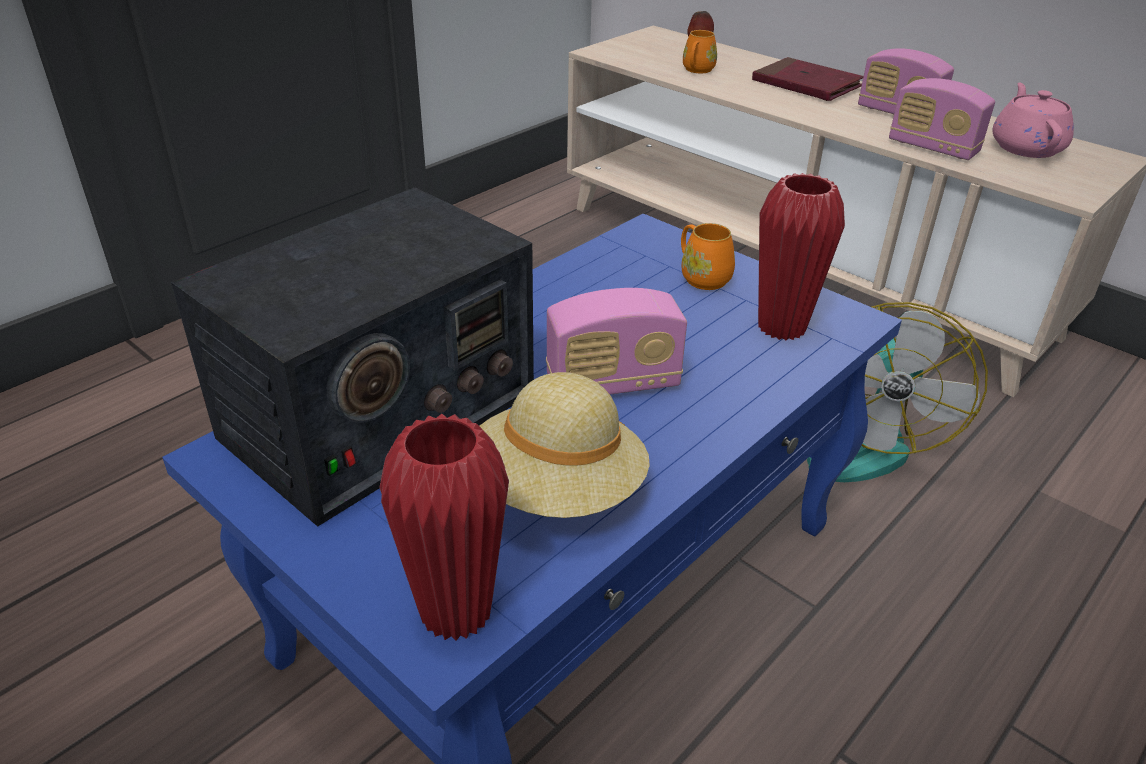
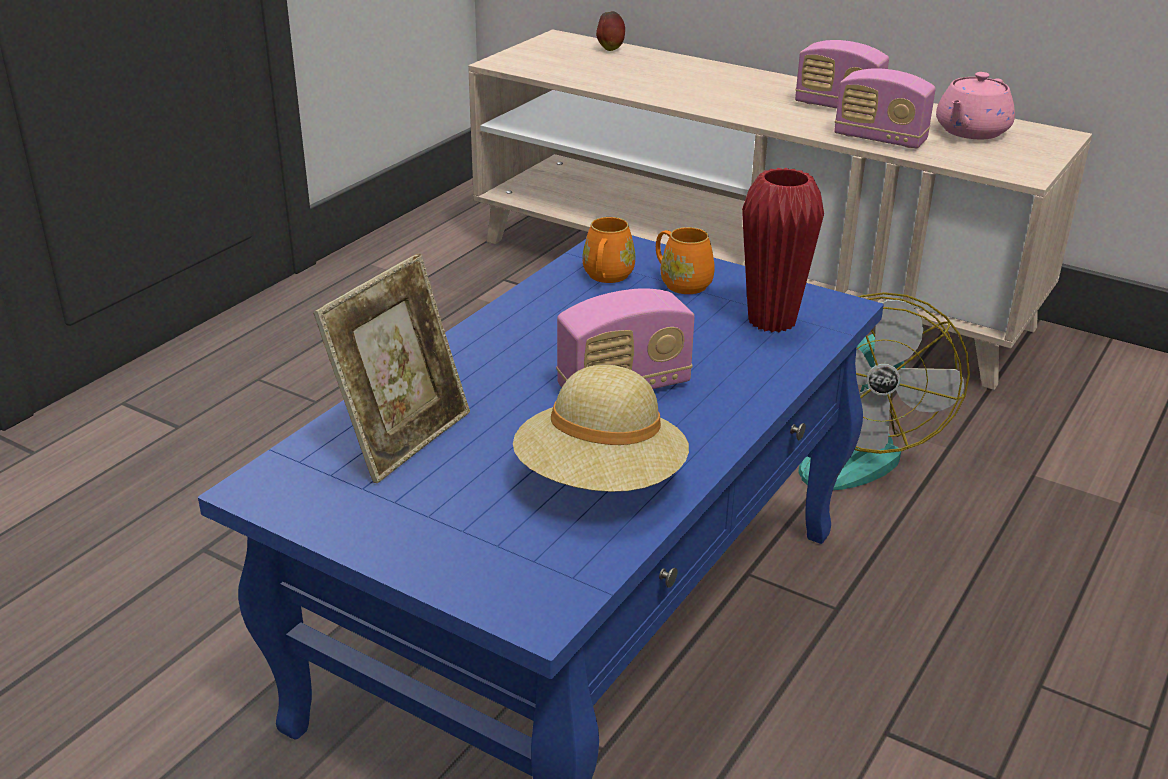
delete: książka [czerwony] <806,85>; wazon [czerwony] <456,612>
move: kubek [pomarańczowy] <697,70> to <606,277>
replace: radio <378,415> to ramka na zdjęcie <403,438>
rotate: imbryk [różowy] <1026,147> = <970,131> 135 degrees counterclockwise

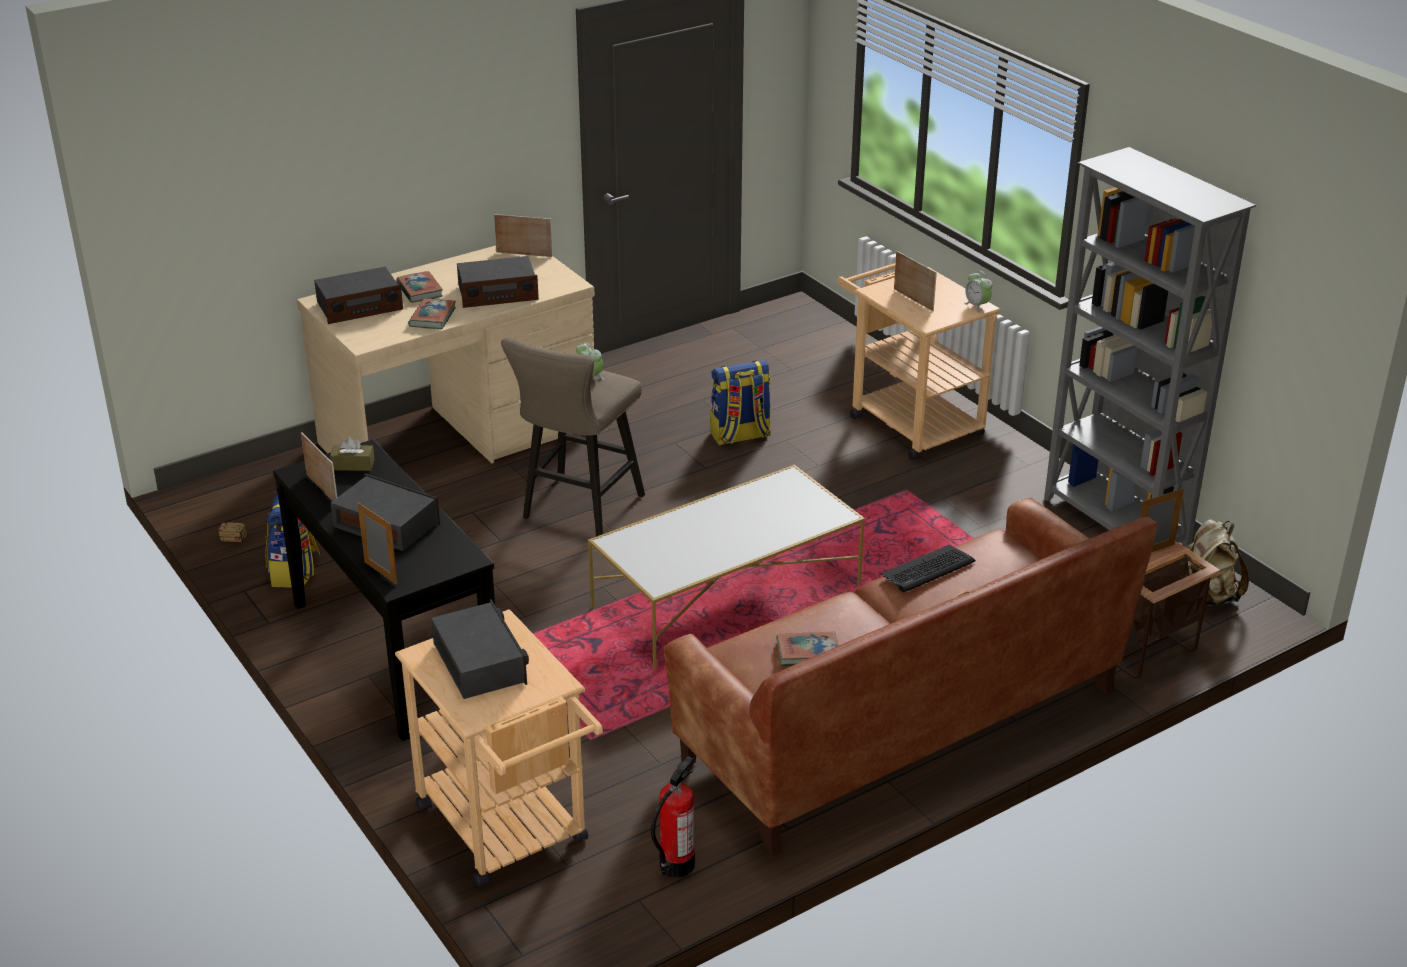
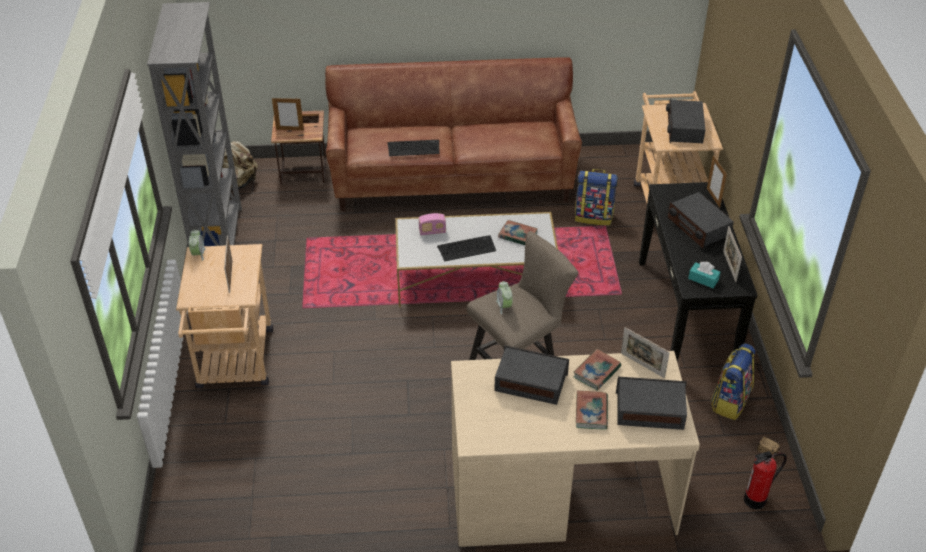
insert: radio <432,231>; klawiatura <467,248>
move: ramka na zdjęcie <524,254> to <642,365>; plecak <740,436> to <594,216>; książka <808,652> to <517,235>; gaśnica <676,865> to <755,500>
recolor: pudełko chusteczek [brązowy] <353,465> to pudełko chusteczek [turkusowy] <703,279>

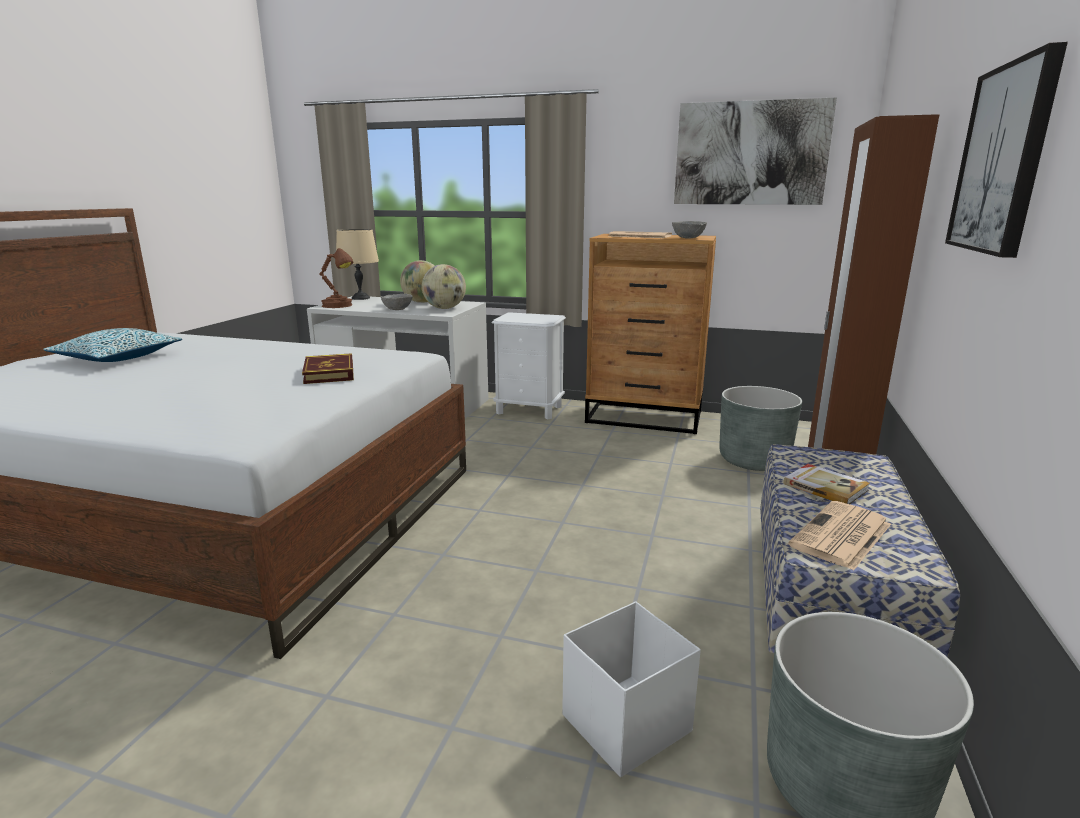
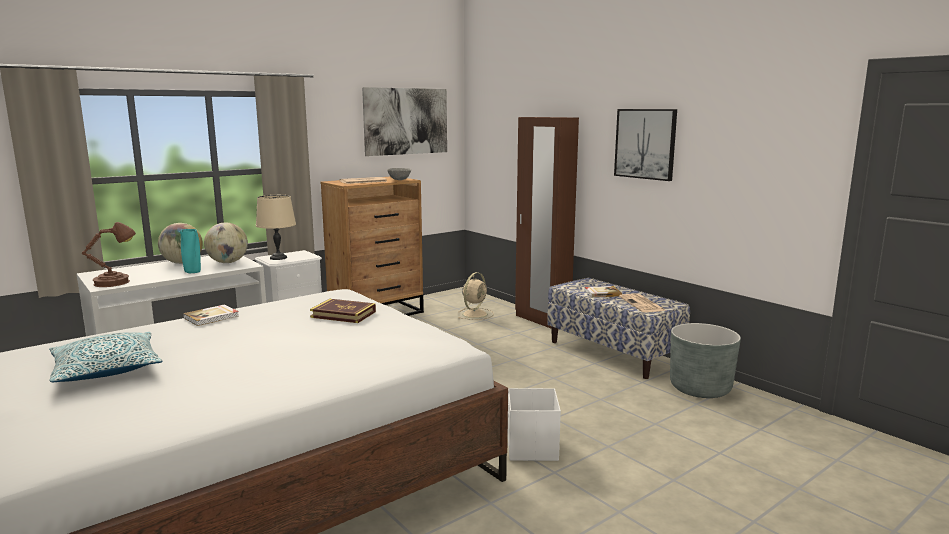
insert: książka <212,317>
move: lampa stołowa [beżowy] <360,298> to <278,258>; pojemnik do przechowywania [biały] <624,724> to <531,448>
replace: miska [szary] <397,310> to wazon [turkusowy] <192,272>; donica [szary] <753,460> to wentylator [beżowy] <475,314>

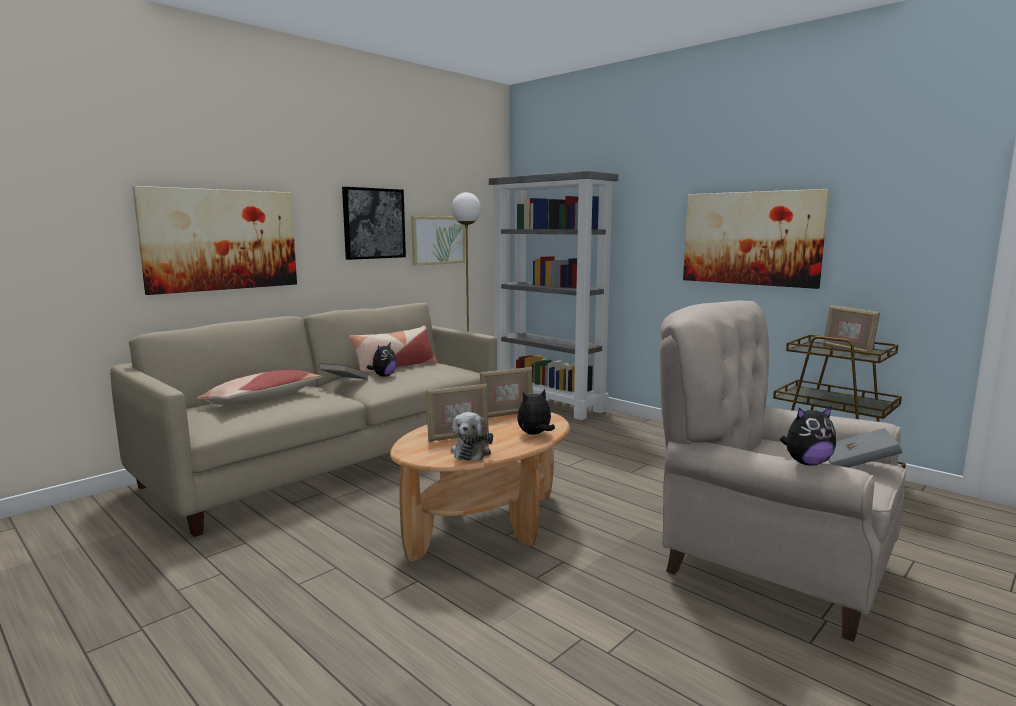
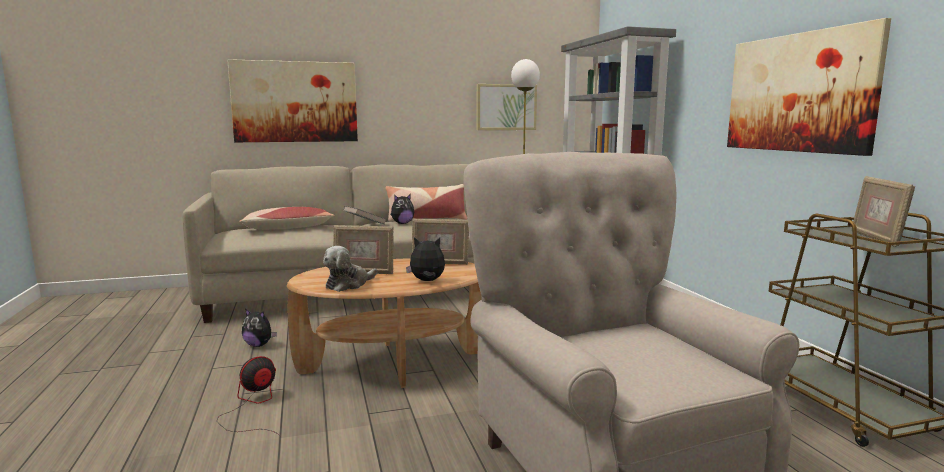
delete: obraz <373,223>; książka [szary] <858,465>
insert: wentylator <253,406>
move: pluszak <806,463> to <259,345>

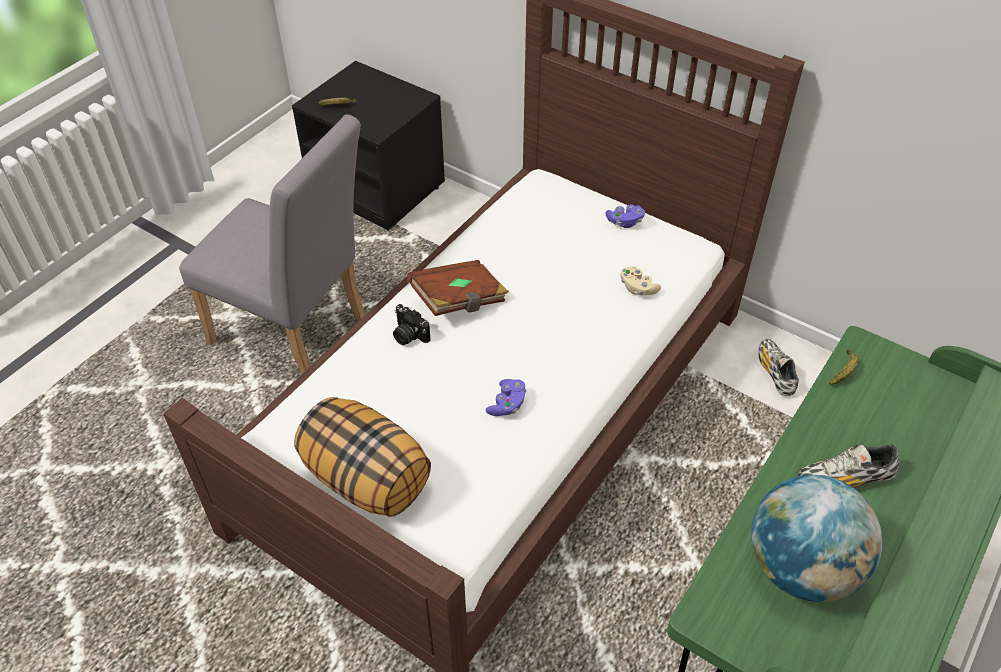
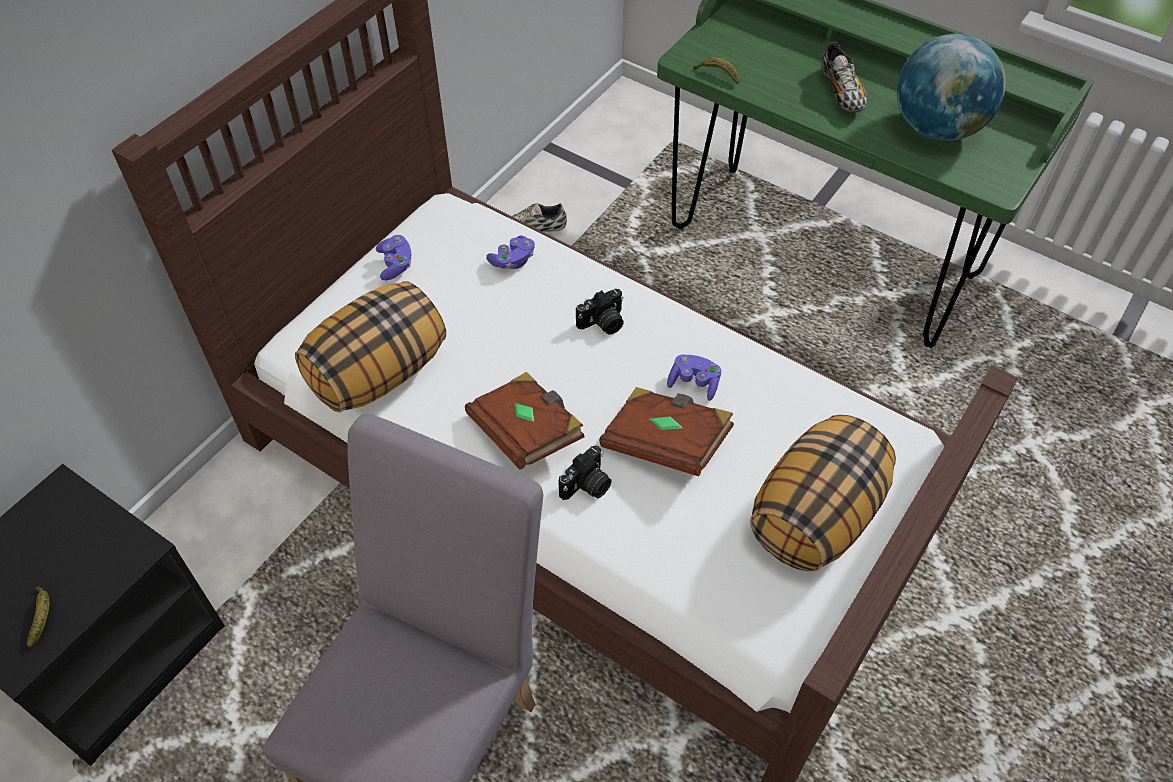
insert: poduszka <379,372>; aparat fotograficzny <603,323>; książka [brązowy] <665,443>
recolor: pad do gier [beżowy] <637,288> to pad do gier [fioletowy] <513,261>

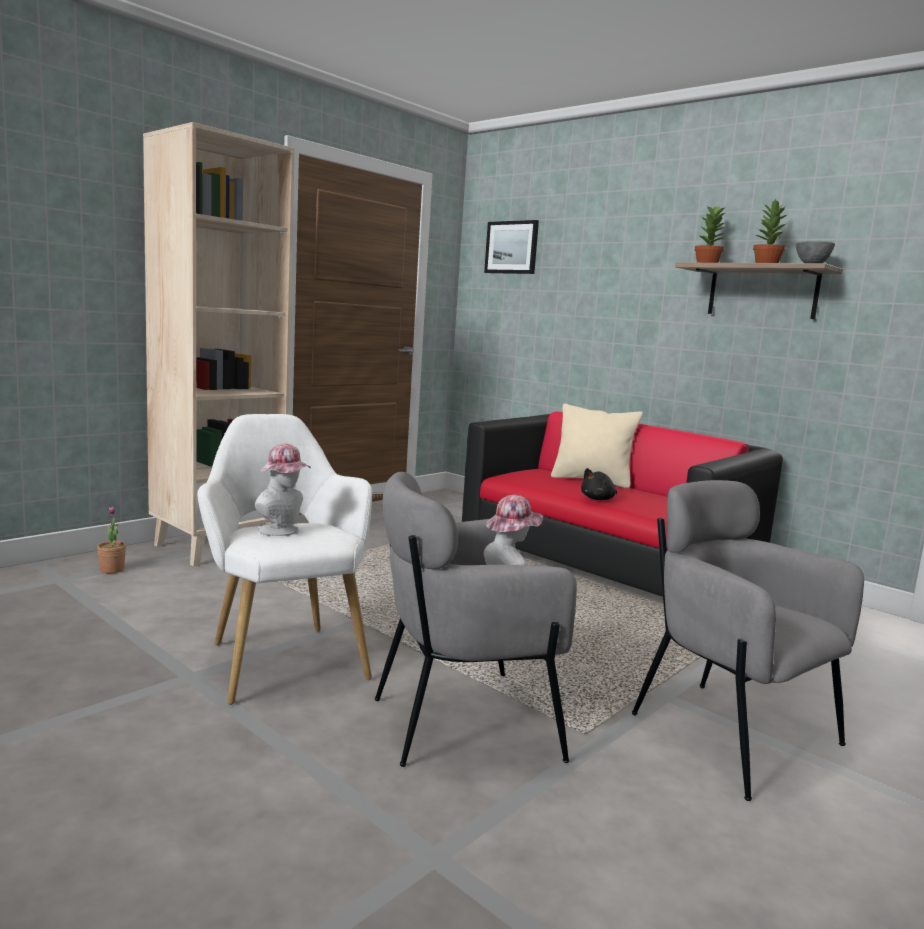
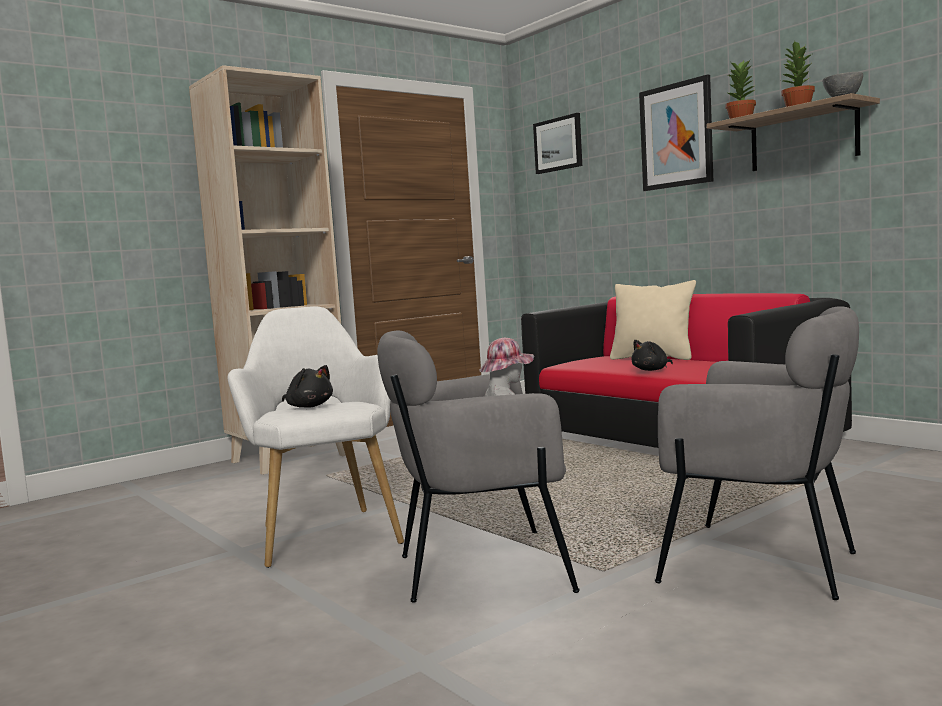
delete: roślina doniczkowa <112,570>
insert: obraz <676,135>
replace: kapelusz <283,531> to pluszak [czarny] <309,406>
rotate: fotel [szary] <729,733> = <760,563> 150 degrees clockwise

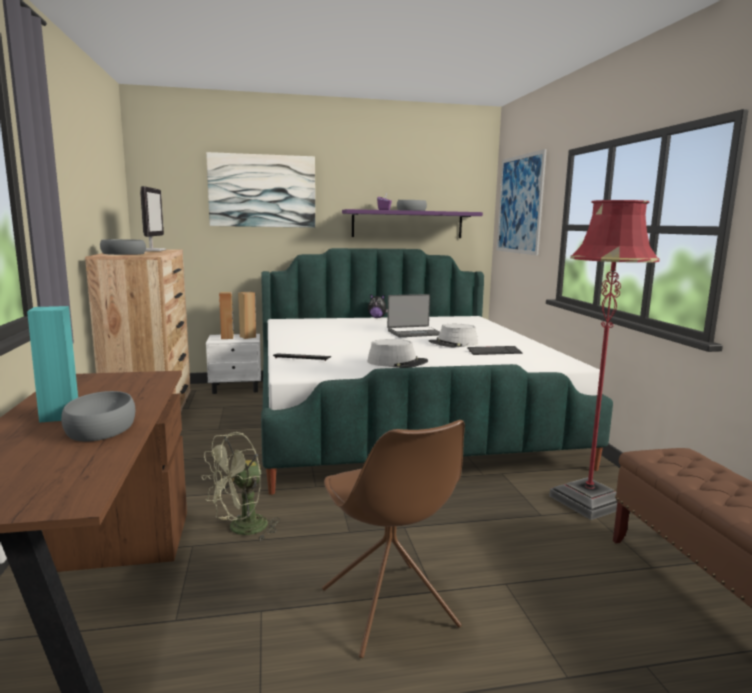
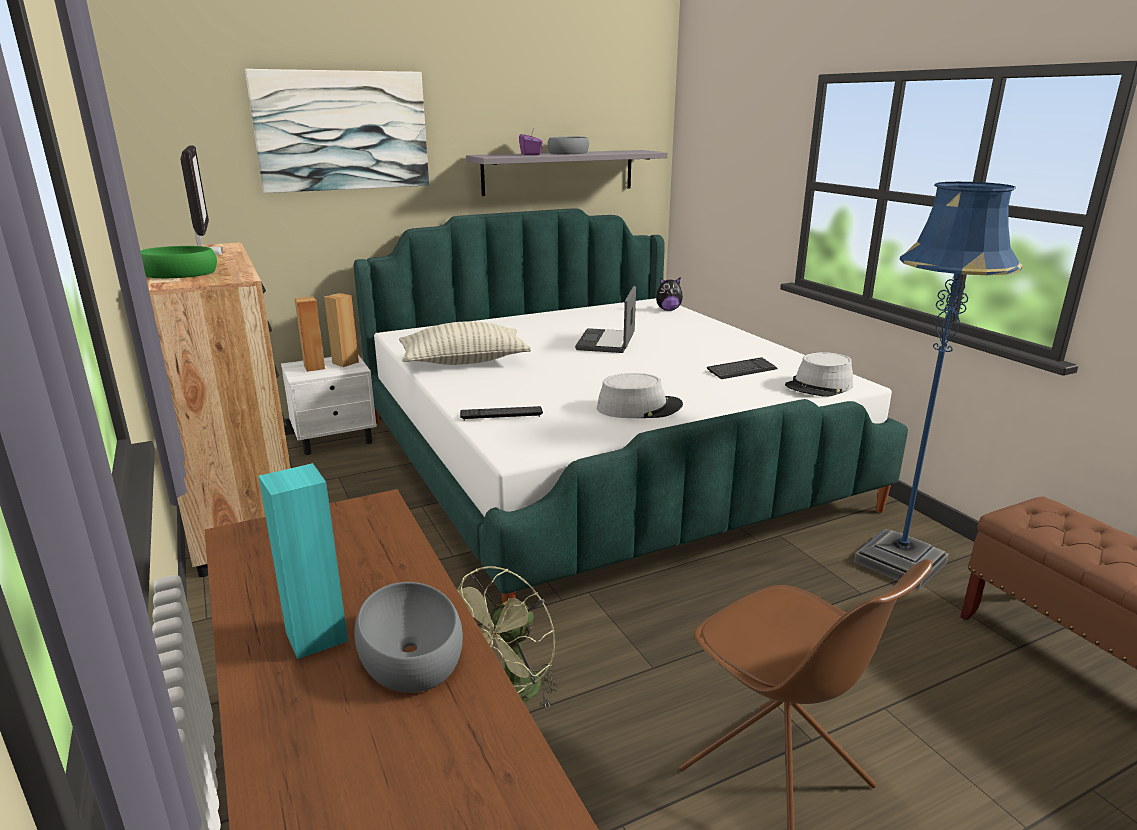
delete: obraz <519,204>
insert: poduszka <464,362>
move: pluszak <377,318> to <668,310>; kapelusz [szary] <453,343> to <819,386>
recolor: lampa stojąca [czerwony] <588,501> to lampa stojąca [niebieski] <900,562>; półka [fioletowy] <407,224> to półka [szary] <559,172>; miska [szary] <124,253> to miska [zielony] <179,273>
rotate: laptop <413,333> = <607,342> 135 degrees clockwise

